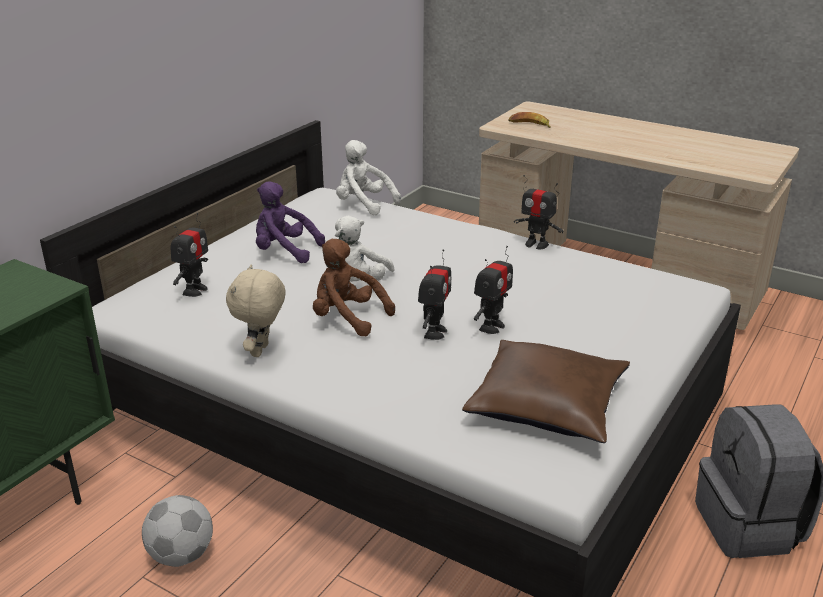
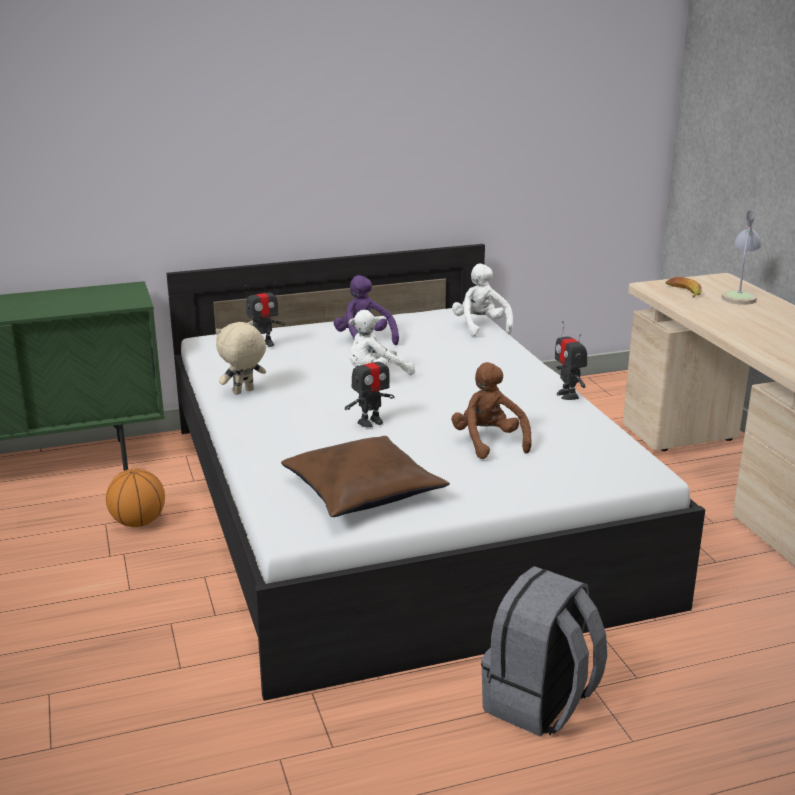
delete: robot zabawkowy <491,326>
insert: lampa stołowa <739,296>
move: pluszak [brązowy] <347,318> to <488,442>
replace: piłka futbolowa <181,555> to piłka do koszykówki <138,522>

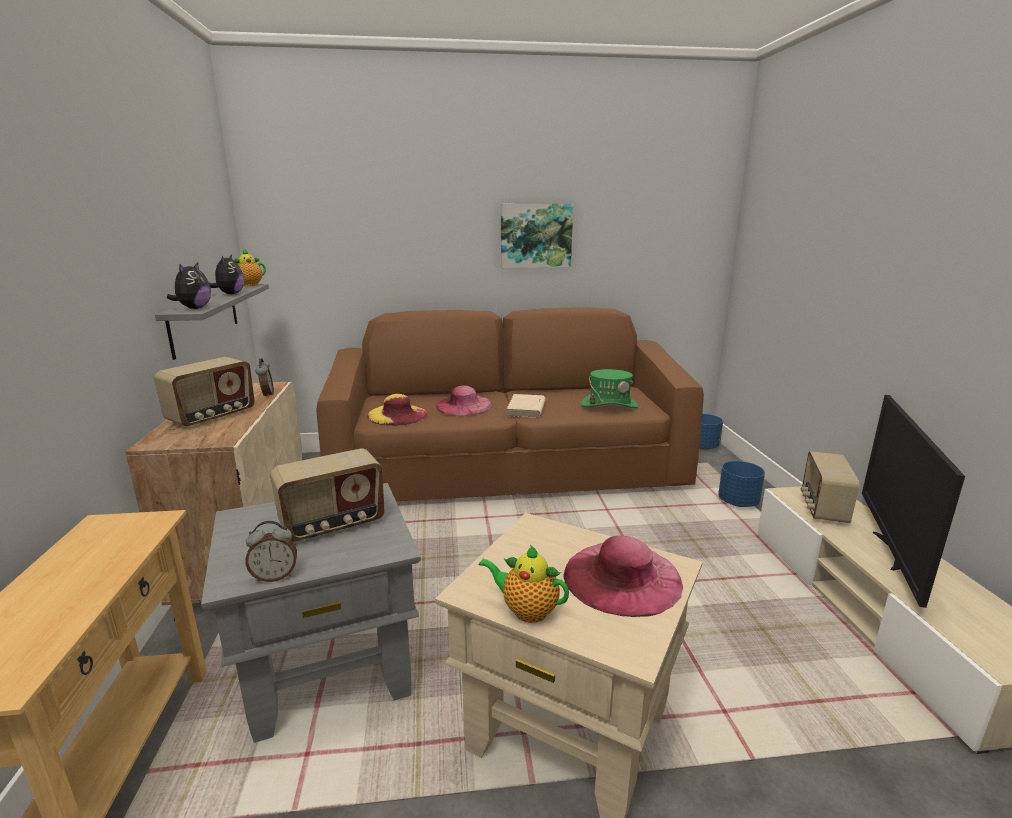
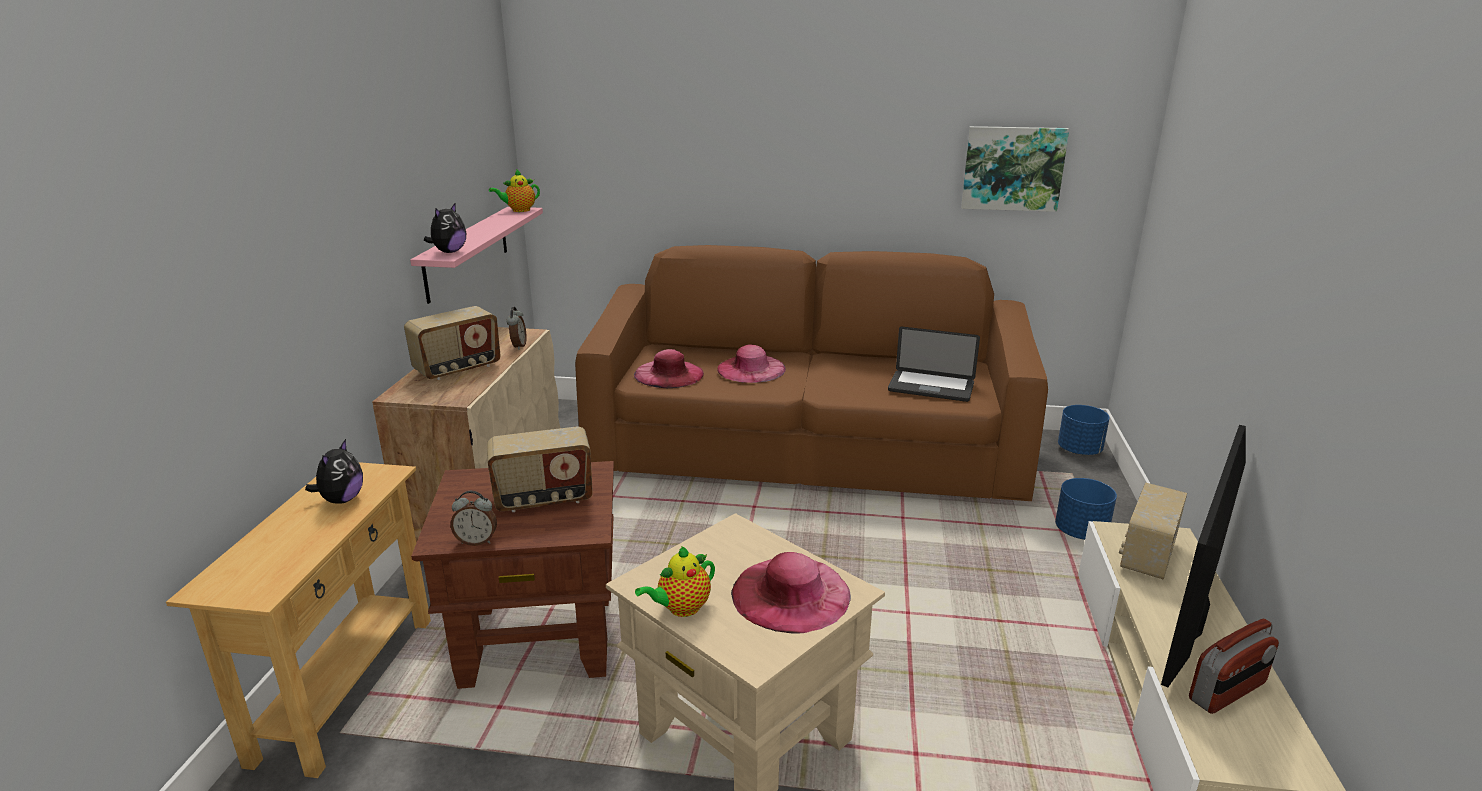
delete: książka [beżowy] <526,409>
insert: radio <1228,692>
move: obraz <536,236> to <1013,168>; pluszak <230,294> to <341,499>
replace: kapelusz [zielony] <609,405> to laptop <931,387>
recolor: półka [szary] <205,318> to półka [różowy] <467,252>; kapelusz [żółty] <397,415> to kapelusz [różowy] <669,374>; stolik [szary] <330,672> to stolik [brązowy] <539,641>
rotate: imbryk <526,610> = <681,608> 75 degrees counterclockwise

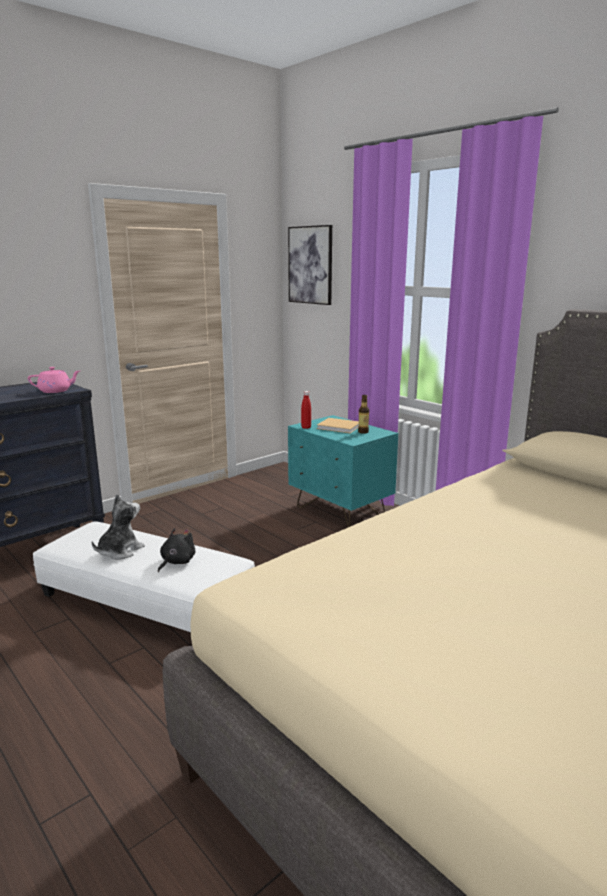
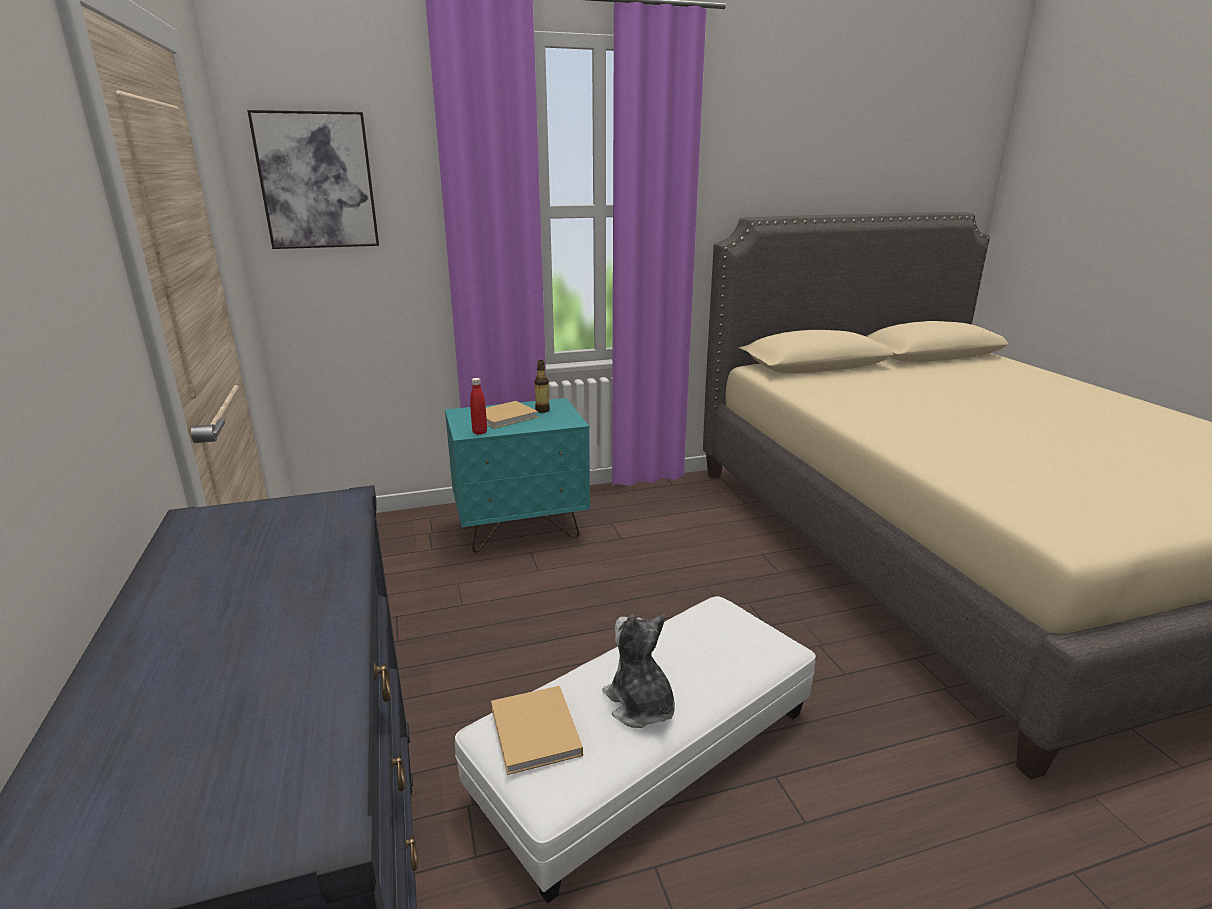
delete: imbryk [różowy] <56,391>; pluszak [czarny] <176,562>
insert: książka [beżowy] <536,733>

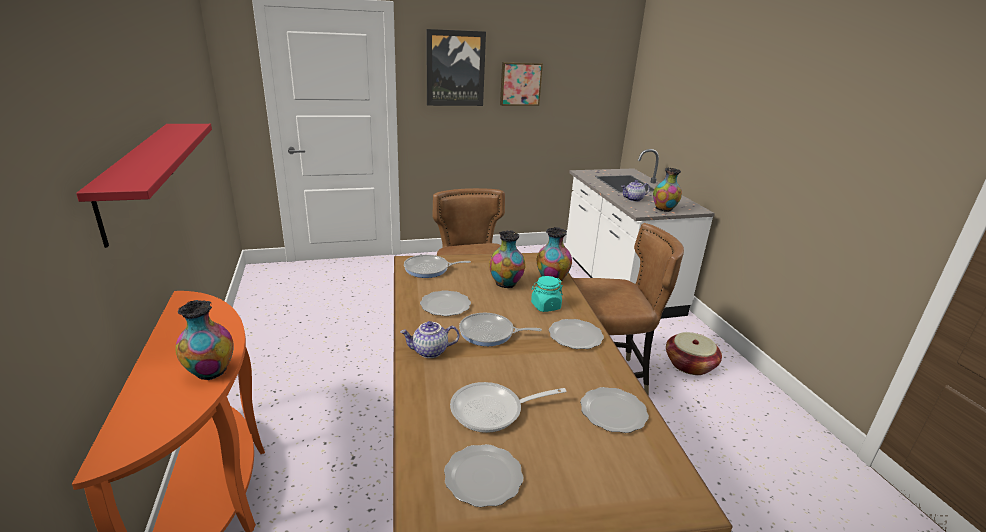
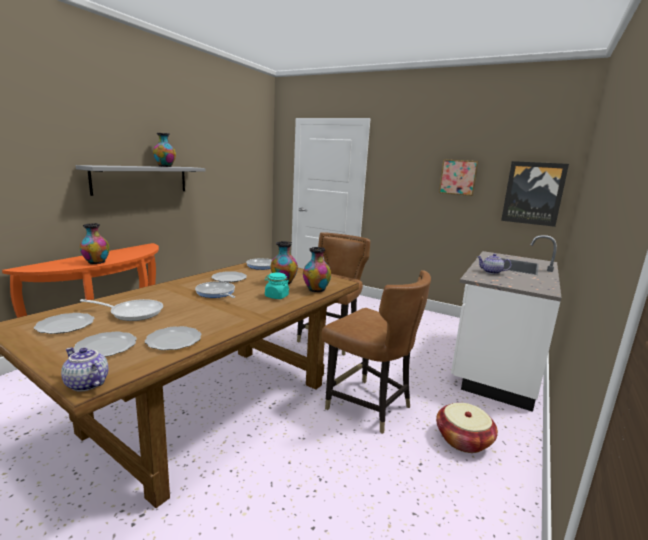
move: obraz <455,68> to <533,193>; wazon <664,209> to <165,166>; talerz <576,336> to <106,347>; imbryk <429,352> to <85,384>
recolor: półka [czerwony] <137,178> to półka [szary] <141,179>
rotate: patelnia <493,411> = <132,312> 150 degrees clockwise

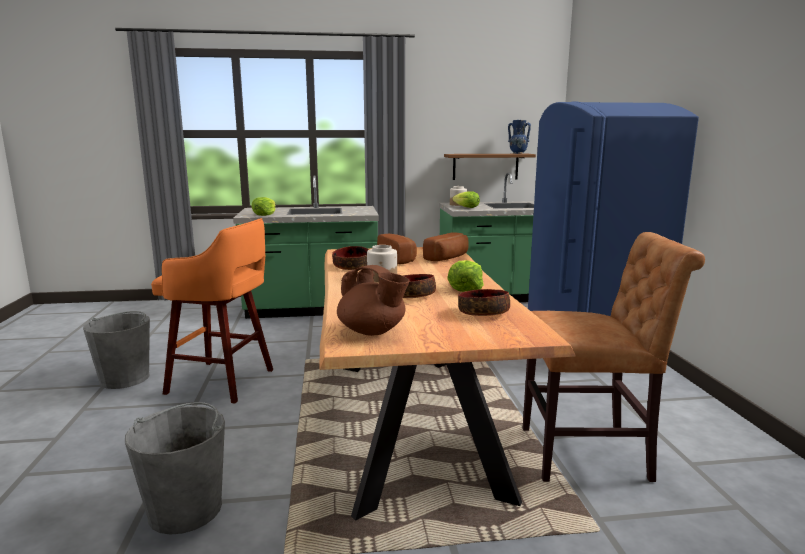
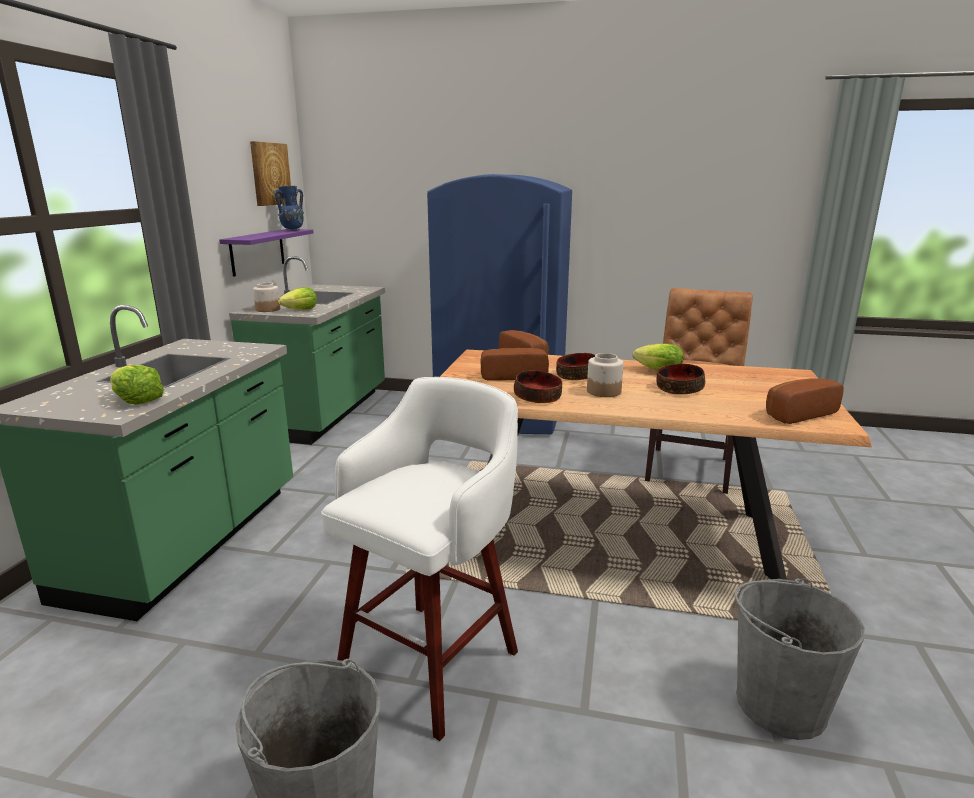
insert: obraz <270,174>
move: miska <484,313> to <576,376>
replace: imbryk [brązowy] <372,332> to chleb <796,413>
recolor: półka [brązowy] <485,166> to półka [fioletowy] <257,251>; stołek [pomarańczowy] <224,382> to stołek [biały] <433,661>

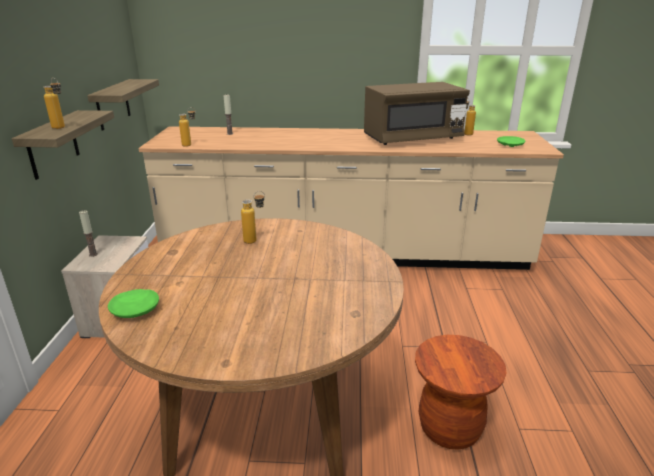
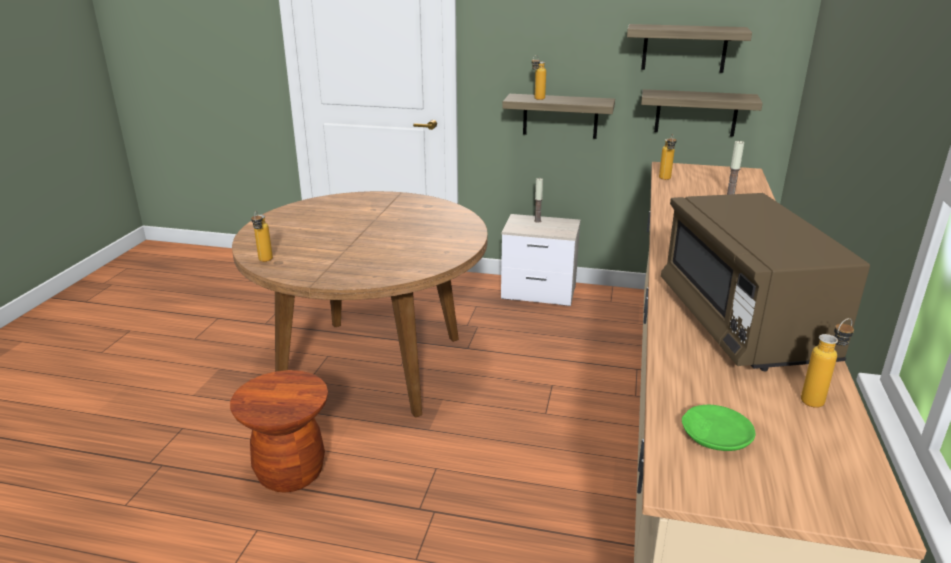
delete: talerz [zielony] <135,309>
insert: półka <684,48>
move: butelka <255,240> to <264,261>

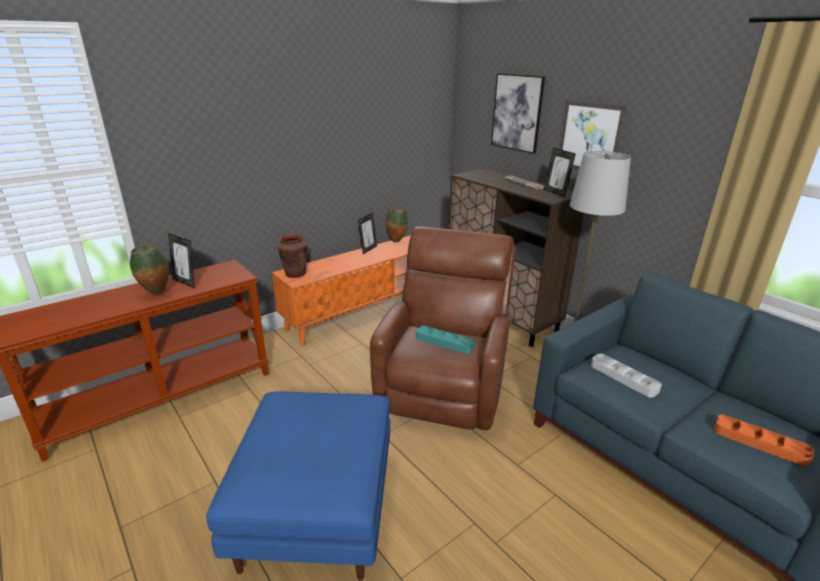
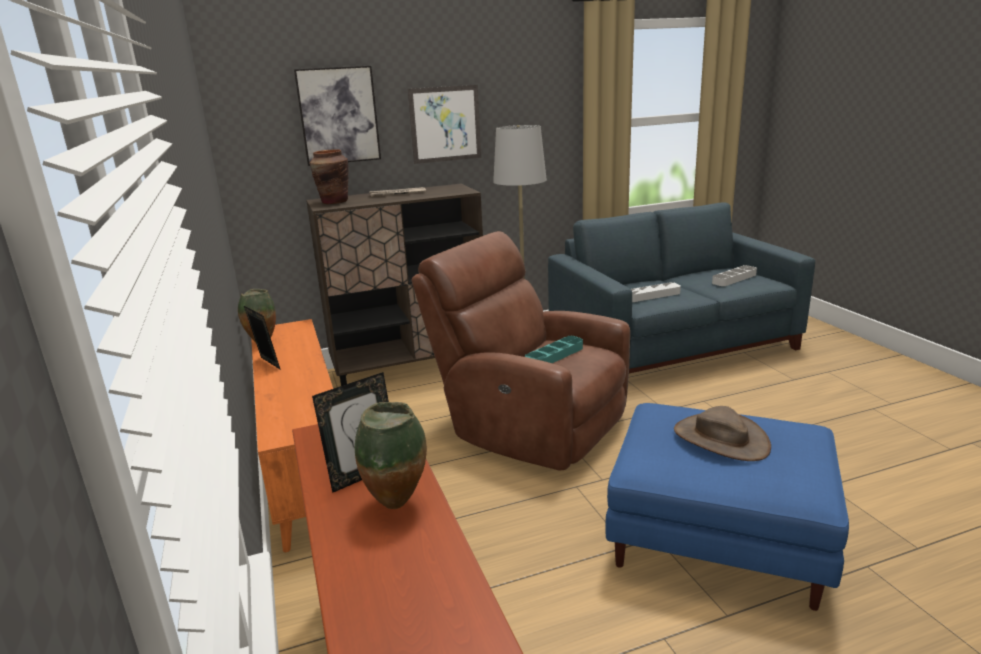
delete: ramka na zdjęcie <556,193>
insert: kapelusz [brązowy] <720,439>
move: wazon [brązowy] <295,274> to <334,202>
recolor: taca [pomarańczowy] <760,443> to taca [szary] <734,279>

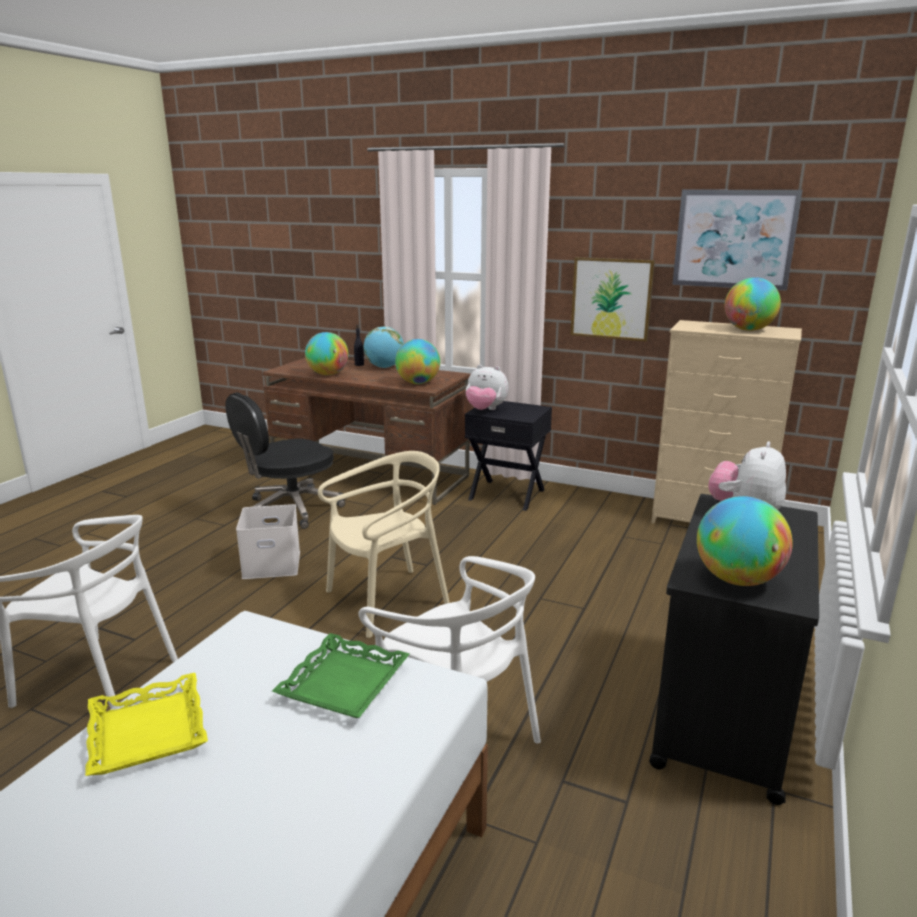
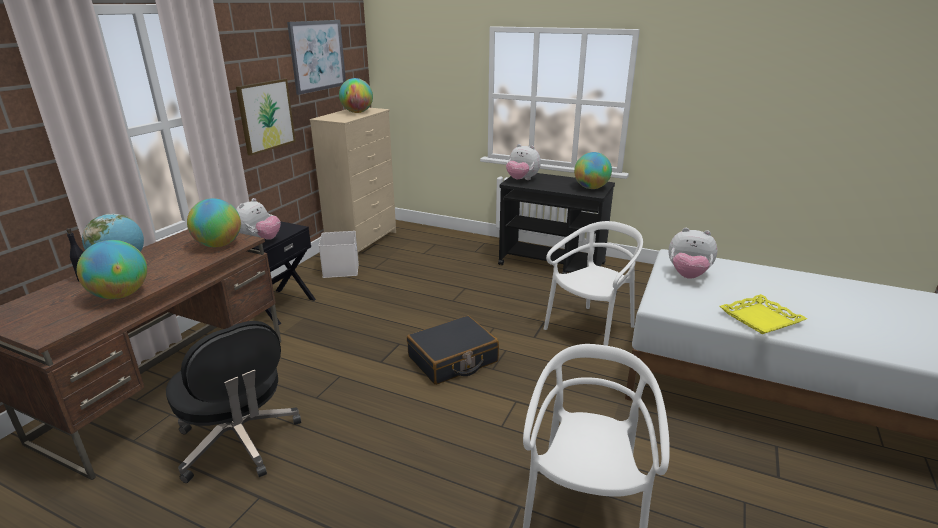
move: pojemnik do przechowywania [biały] <273,563> to <340,269>
replace: krzesło [beżowy] <387,600> to walizka [czarny] <453,360>; taca [zielony] <344,683> to pluszak <687,275>

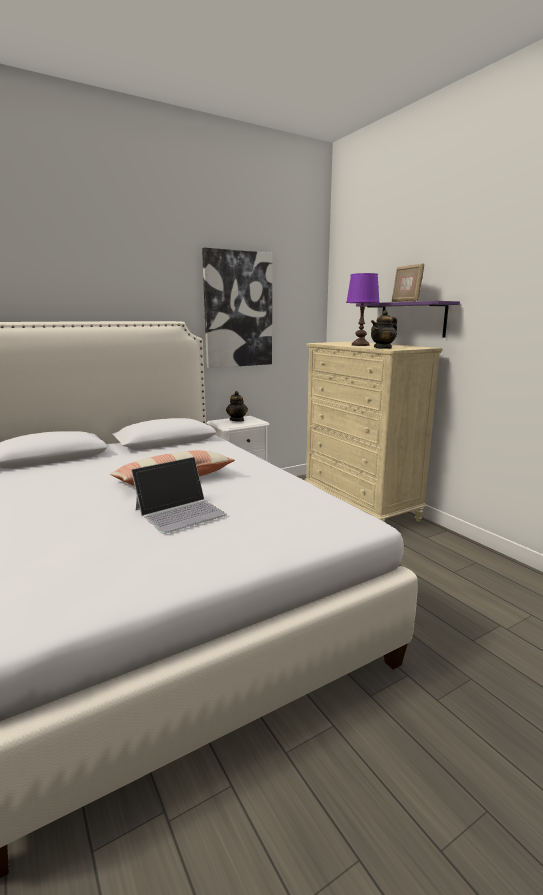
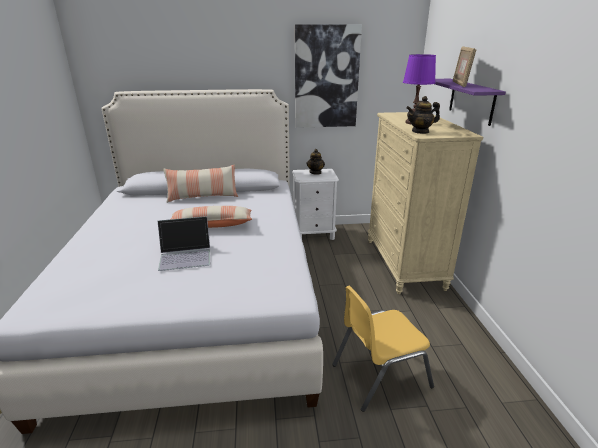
insert: poduszka <202,197>; krzesło [żółty] <379,375>

